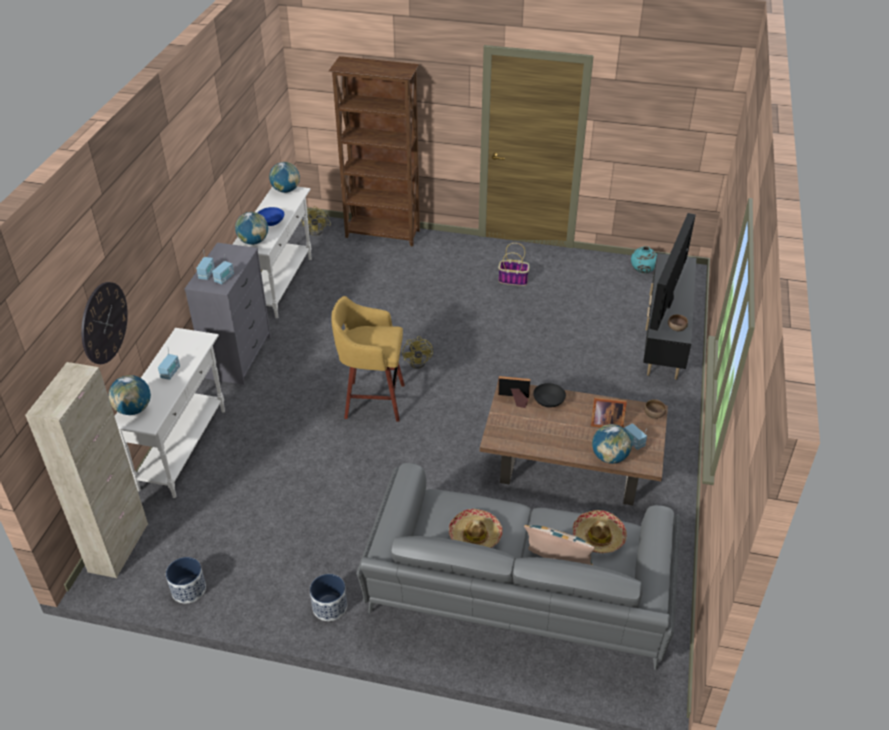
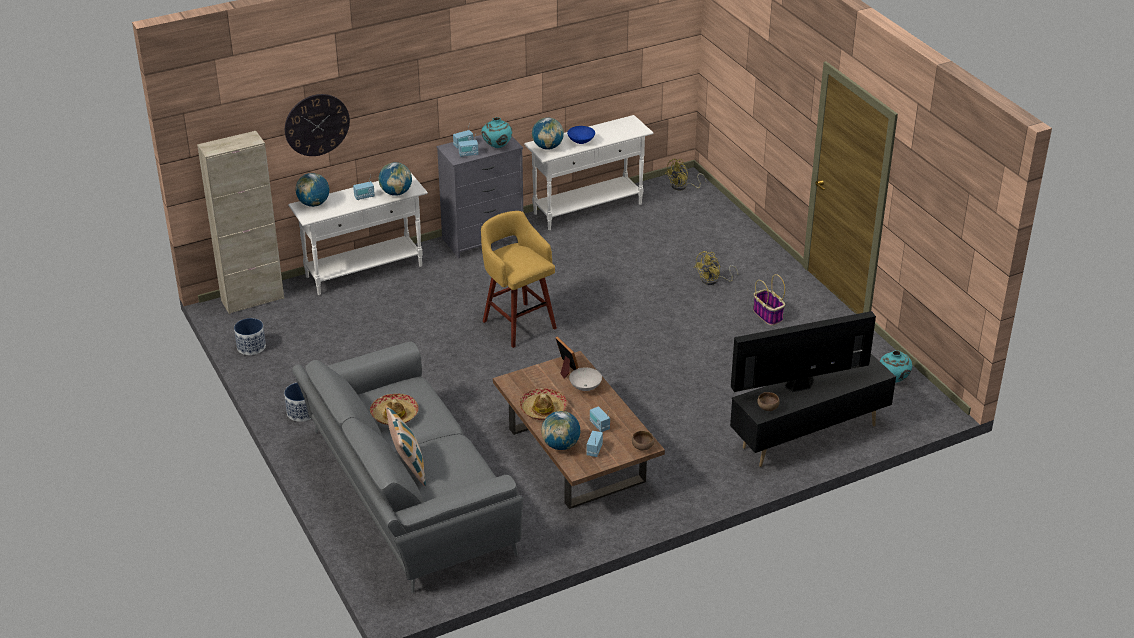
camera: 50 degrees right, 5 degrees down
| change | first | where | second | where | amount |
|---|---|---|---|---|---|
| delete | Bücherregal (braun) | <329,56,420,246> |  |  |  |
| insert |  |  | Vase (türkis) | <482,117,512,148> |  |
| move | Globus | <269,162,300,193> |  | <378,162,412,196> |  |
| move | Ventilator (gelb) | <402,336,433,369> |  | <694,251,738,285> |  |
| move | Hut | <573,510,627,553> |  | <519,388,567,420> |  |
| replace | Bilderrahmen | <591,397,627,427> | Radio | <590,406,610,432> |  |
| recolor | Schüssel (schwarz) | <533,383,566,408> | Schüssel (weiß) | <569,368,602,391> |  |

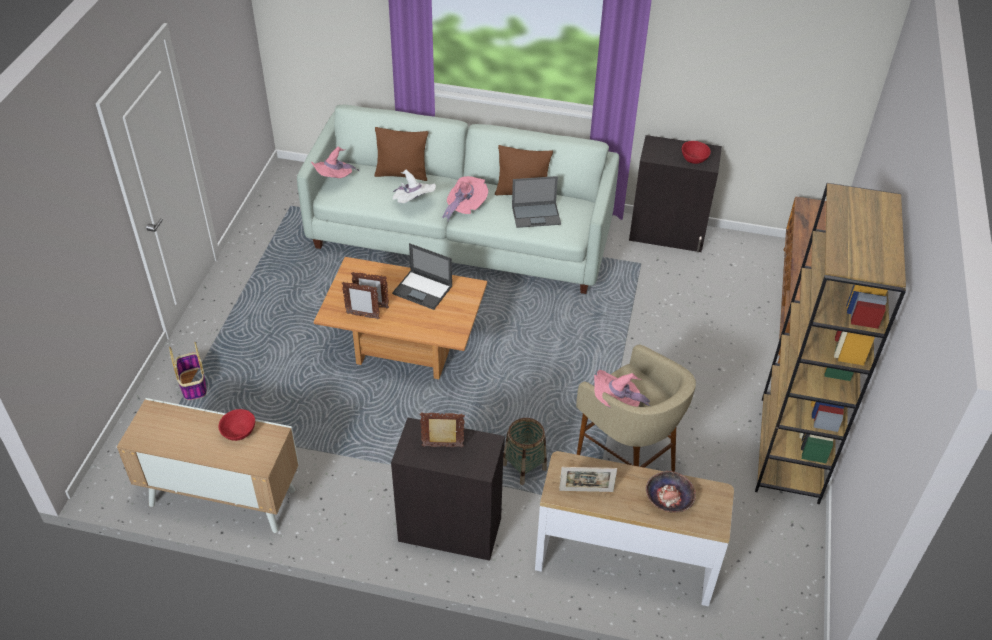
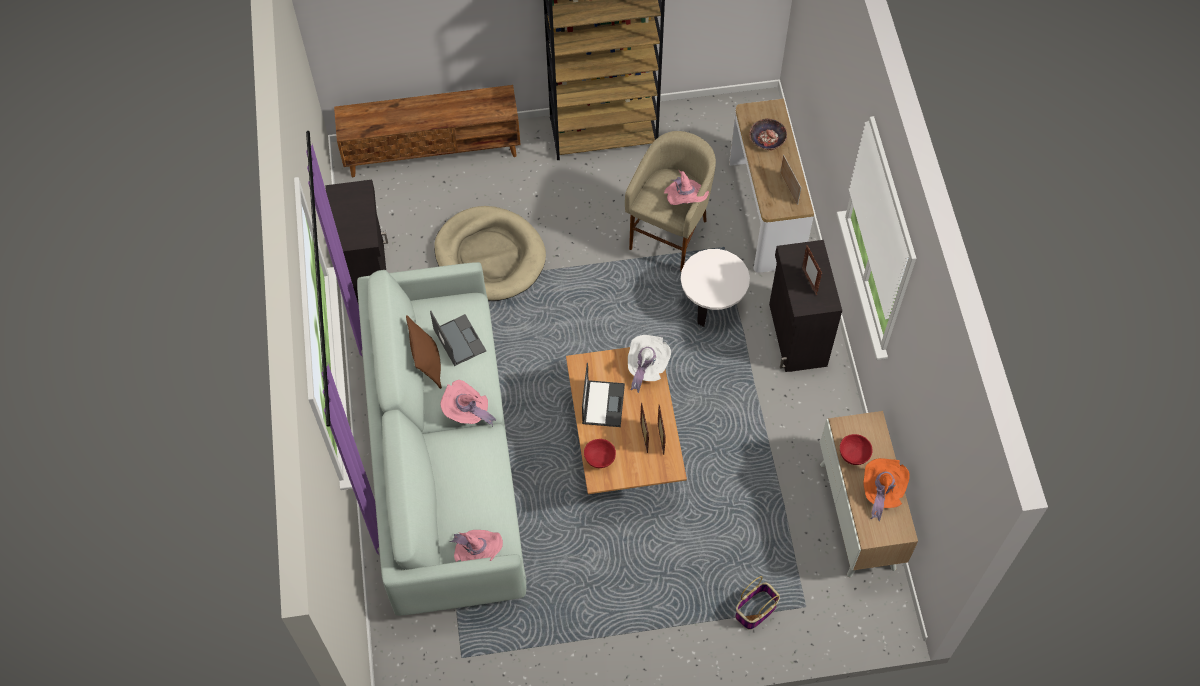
camera: 110 degrees left, 15 degrees up
| change | first | where | second | where | amount |
|---|---|---|---|---|---|
| delete | Kissen (braun) | <374,127,428,181> |  |  |  |
| insert |  |  | Hundebett (beige) | <434,206,546,301> |  |
| insert |  |  | Hut (orange) | <863,458,910,521> |  |
| move | Hut (weiß) | <393,170,436,203> |  | <628,335,671,393> |  |
| move | Schüssel (rot) | <682,141,711,164> |  | <584,439,616,468> |  |
| replace | Korb | <503,418,547,485> | Beistelltisch (weiß) | <681,249,750,327> |  |

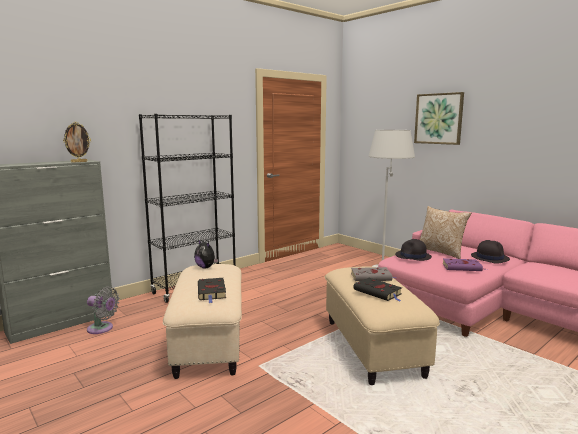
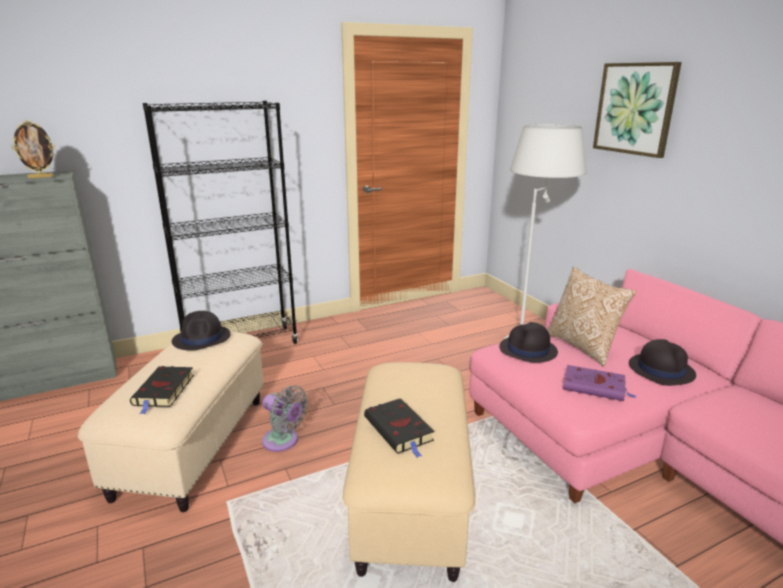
camera: 15 degrees right, 10 degrees up
| change | first | where | second | where | amount |
|---|---|---|---|---|---|
| delete | Buch (grau) | <351,267,396,281> |  |  |  |
| move | Ventilator (grau) | <87,287,119,334> |  | <262,385,308,452> |  |
| replace | Plüschtier | <194,239,218,268> | Hut (schwarz) | <172,311,231,351> |  |

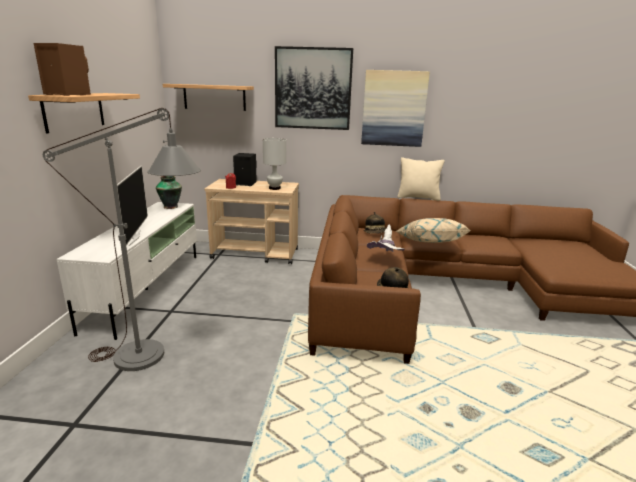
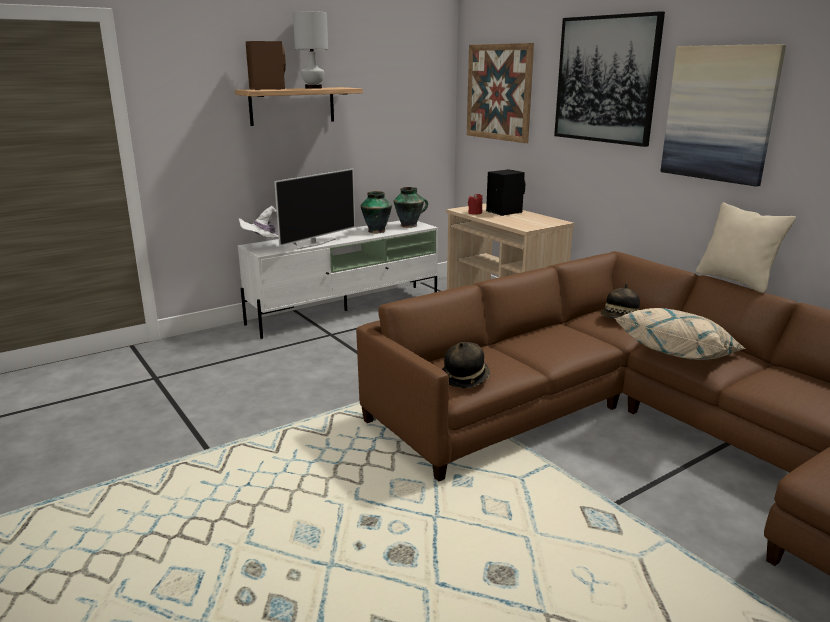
camera: 50 degrees right, 0 degrees up
| change | first | where | second | where | amount |
|---|---|---|---|---|---|
| delete | Stehlampe (grau) | <43,108,201,371> |  |  |  |
| insert |  |  | Vase | <361,191,392,233> |  |
| move | Tischlampe (weiß) | <263,138,286,190> |  | <293,11,328,89> |  |
| move | Hut (weiß) | <367,225,405,252> |  | <238,206,297,246> |  |
| replace | Wandregal | <163,84,254,111> | Bild | <467,43,534,143> |  |

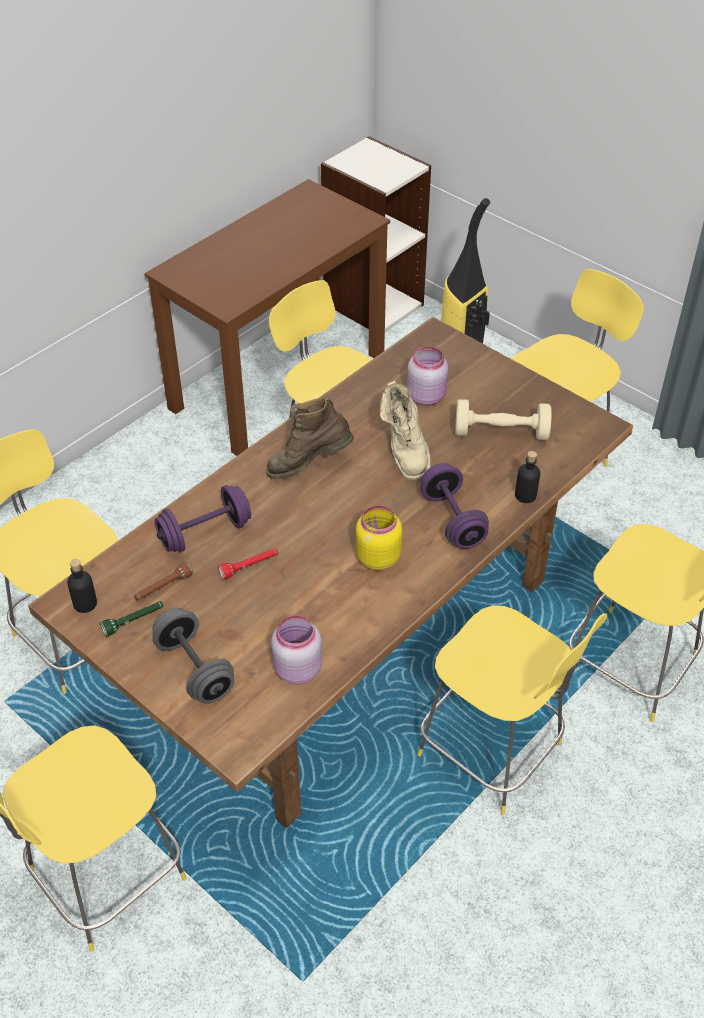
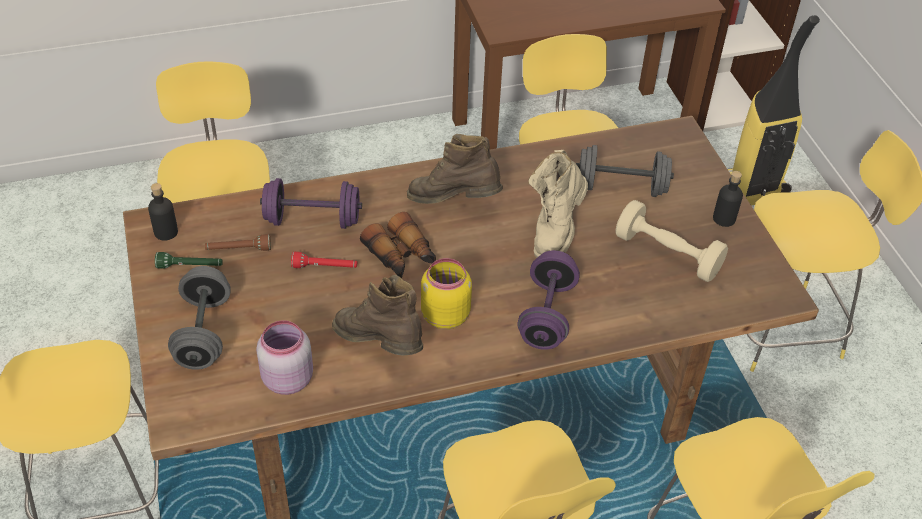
camera: 30 degrees right, 0 degrees up
| change | first | where | second | where | amount |
|---|---|---|---|---|---|
| insert |  |  | Stiefel (braun) | <332,275,423,356> |  |
| insert |  |  | Fernglas | <360,212,436,278> |  |
| move | Flasche (schwarz) | <515,451,540,503> |  | <713,171,743,227> |  |
| replace | Vorratsglas (rosa) | <407,346,448,406> | Hantel (grau) | <576,145,674,197> |  |

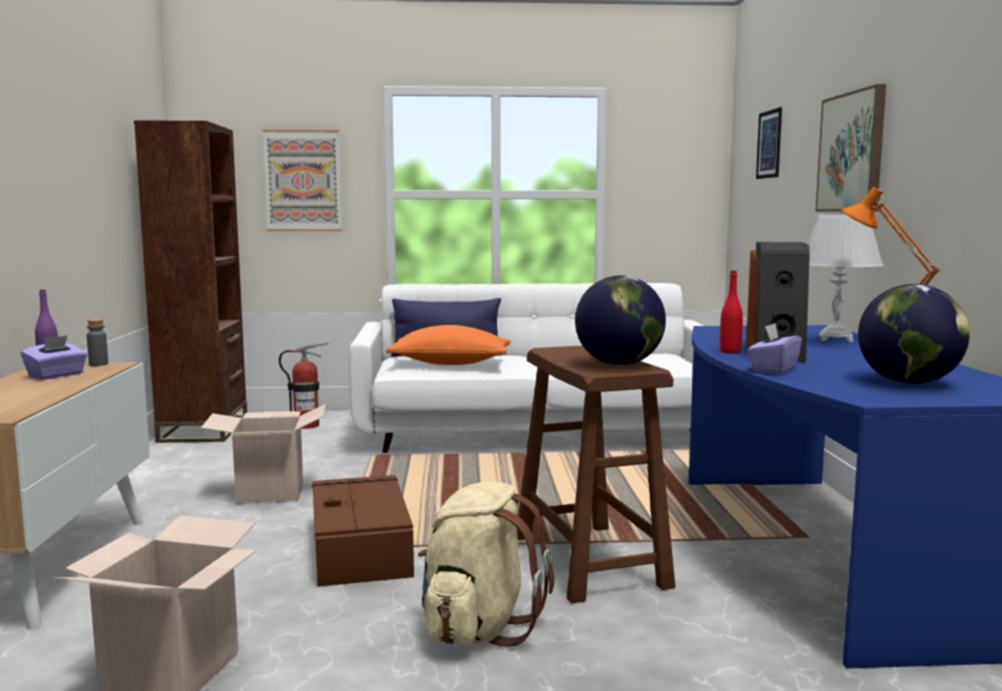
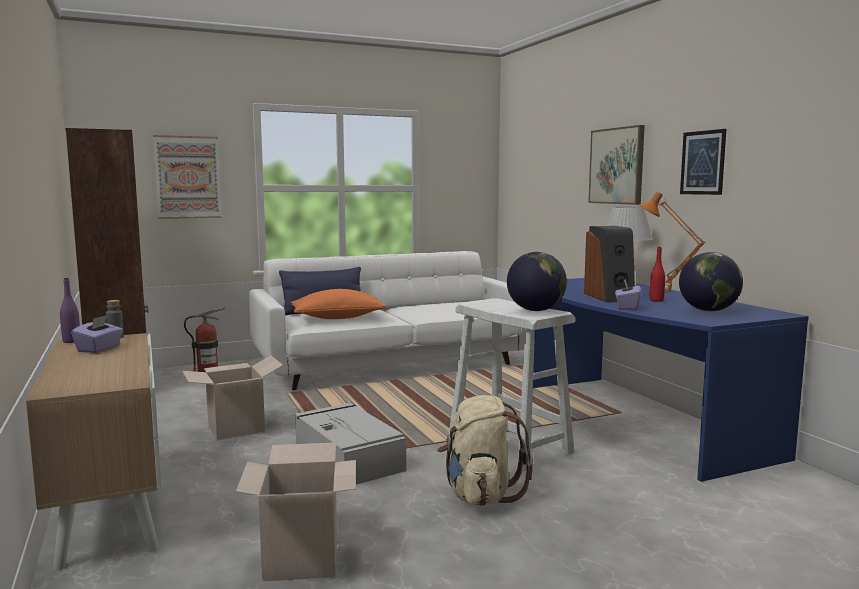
camera: 20 degrees left, 0 degrees up
| change | first | where | second | where | amount |
|---|---|---|---|---|---|
| move | Flasche (rot) | <720,271,743,354> |  | <650,247,665,302> |  |
| move | Bild | <756,107,782,179> |  | <680,129,726,195> |  |
| recolor | Aufbewahrungsbox (braun) | <312,475,414,587> | Aufbewahrungsbox (grau) | <294,403,406,485> |  |
| recolor | Hocker (braun) | <517,346,676,604> | Hocker (weiß) | <449,298,575,472> |  |

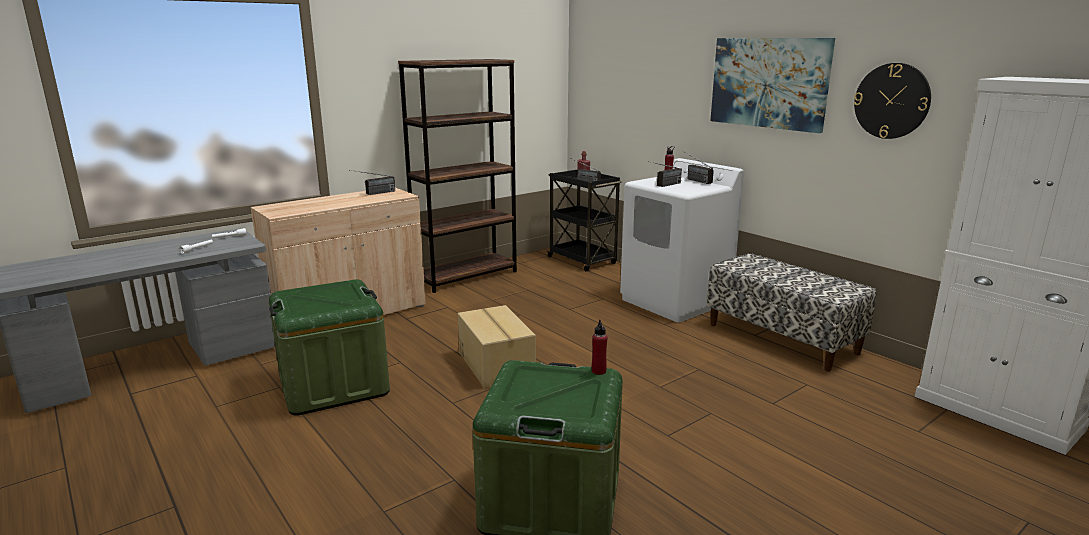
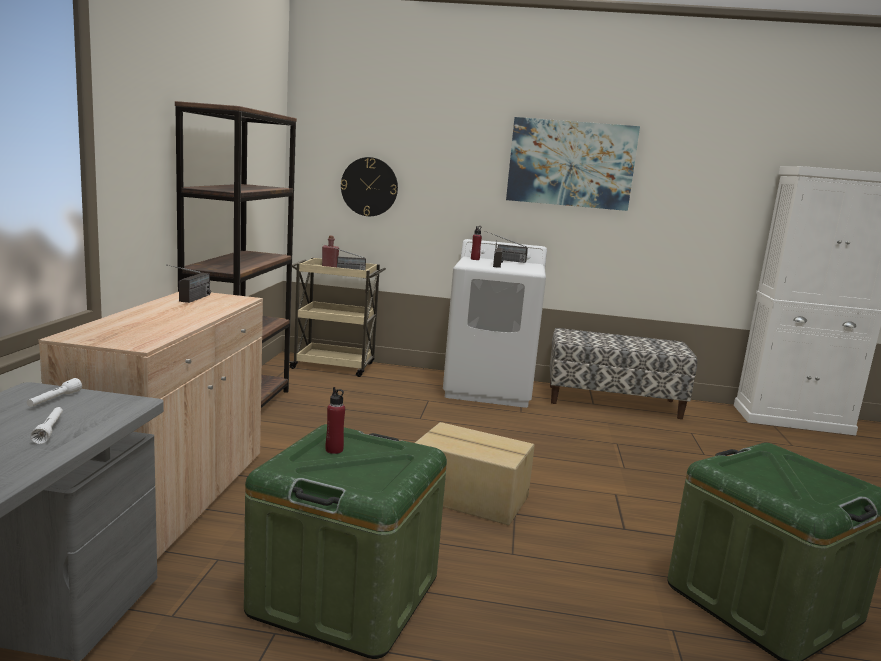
camera: 45 degrees left, 5 degrees down
| change | first | where | second | where | amount |
|---|---|---|---|---|---|
| move | Flasche (rot) | <592,320,607,375> |  | <326,387,345,454> |  |
| move | Wanduhr | <854,63,931,139> |  | <341,157,398,216> |  |
| recolor | Rollwagen (schwarz) | <547,170,622,272> | Rollwagen (beige) | <289,257,386,377> |  |

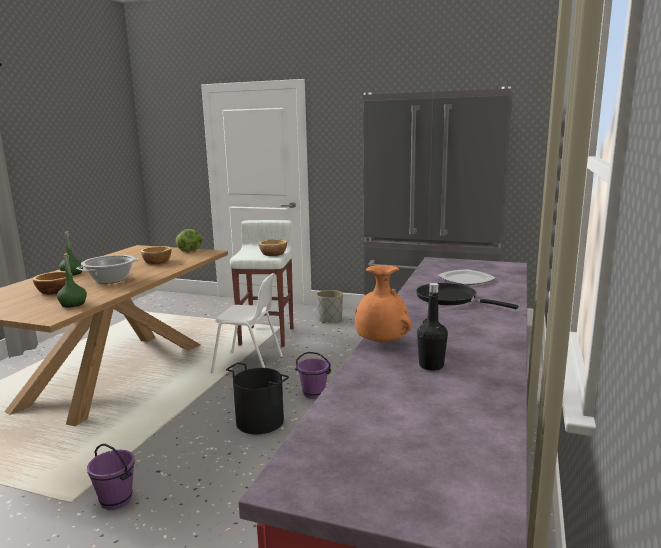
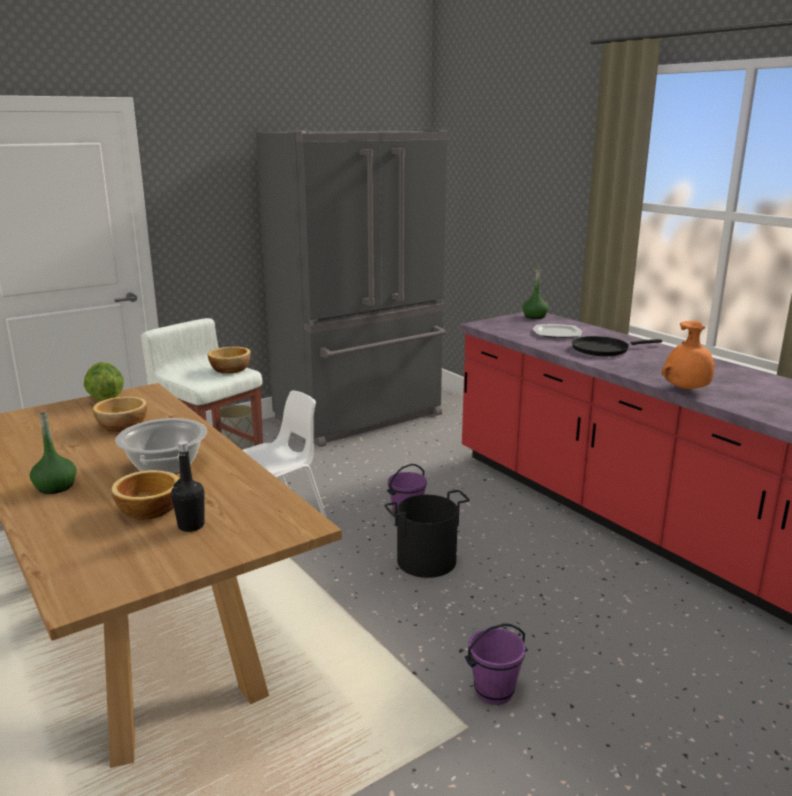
camera: 55 degrees left, 5 degrees up
| change | first | where | second | where | amount |
|---|---|---|---|---|---|
| move | Flasche (grün) | <57,253,87,307> |  | <522,267,549,319> |  |
| move | Flasche (schwarz) | <417,283,448,371> |  | <171,441,205,532> |  |

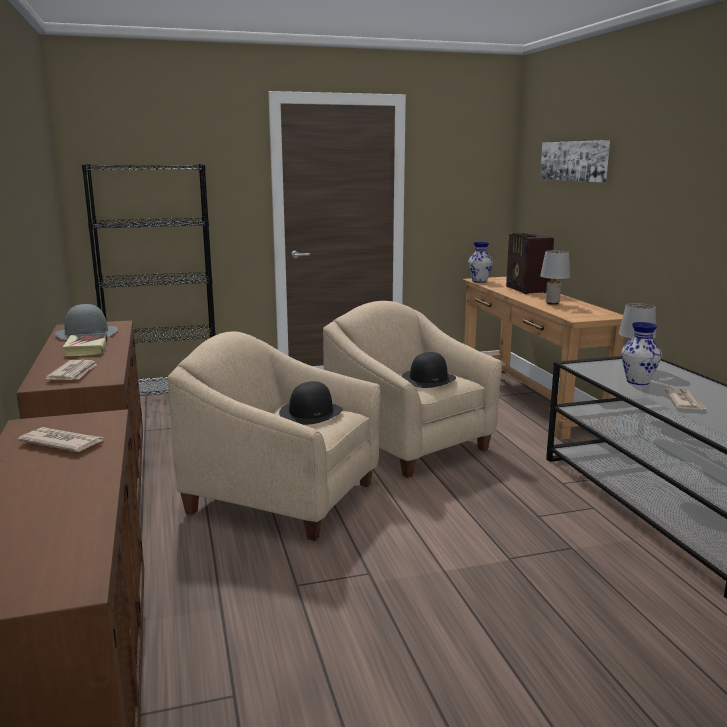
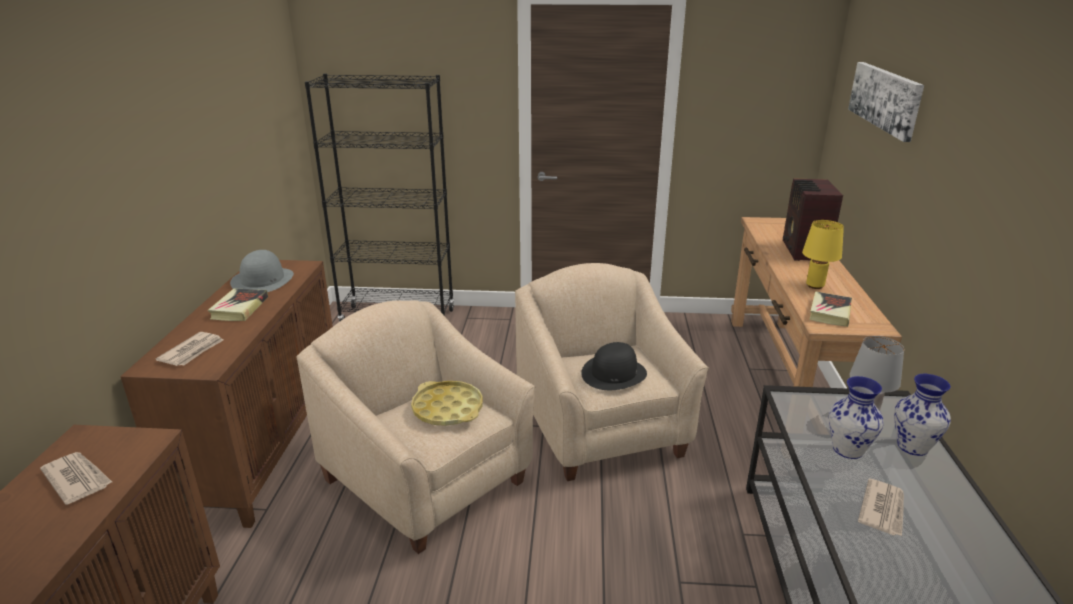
camera: 20 degrees right, 10 degrees up
| change | first | where | second | where | amount |
|---|---|---|---|---|---|
| insert |  |  | Buch | <809,291,852,327> |  |
| move | Vase | <468,242,493,283> |  | <894,374,951,456> |  |
| replace | Hut (schwarz) | <279,381,342,425> | Tablett (gelb) | <411,381,483,426> |  |
| recolor | Tischlampe (grau) | <540,250,570,305> | Tischlampe (gelb) | <802,220,844,289> |  |

